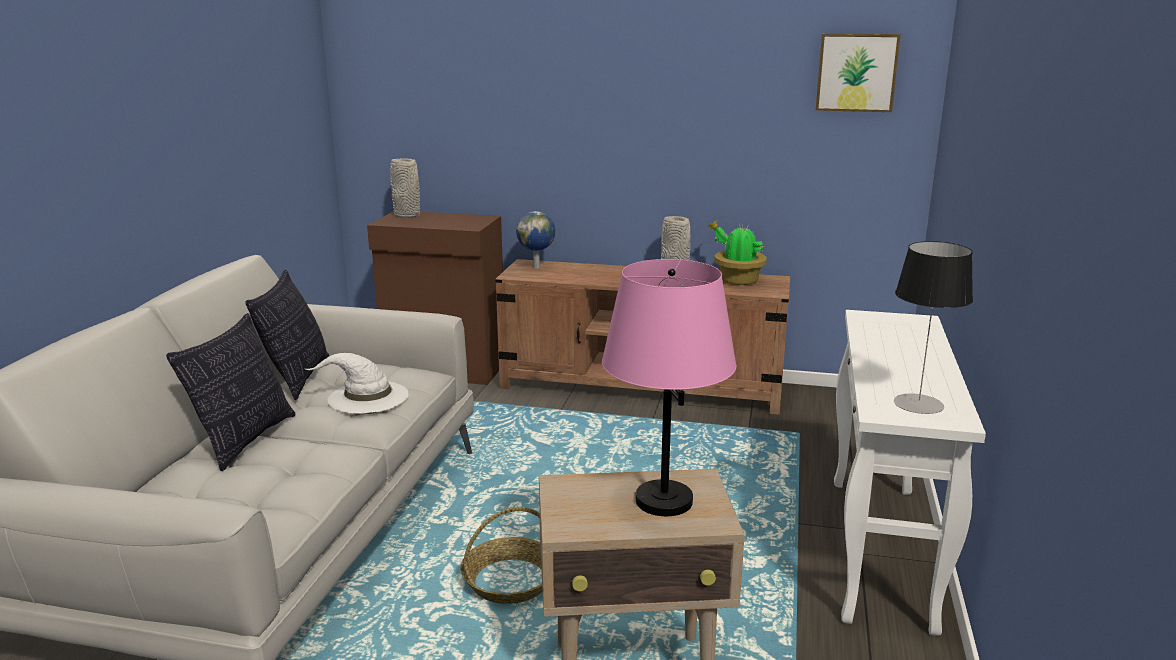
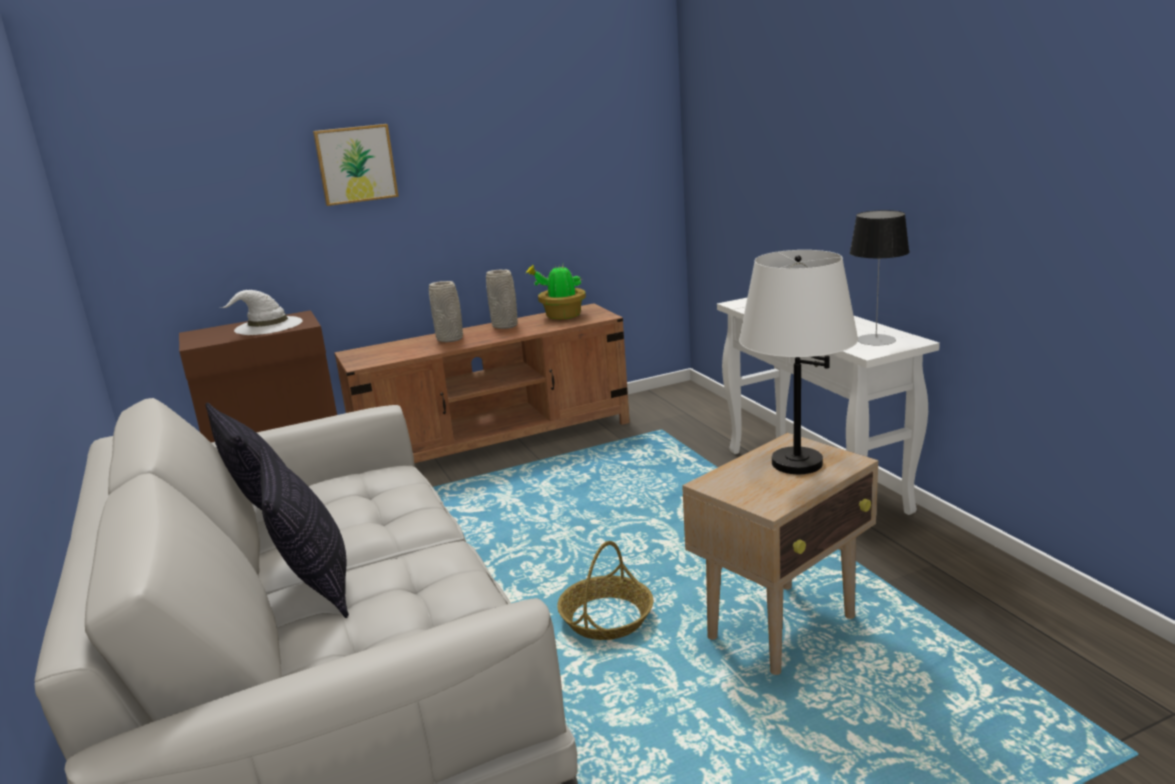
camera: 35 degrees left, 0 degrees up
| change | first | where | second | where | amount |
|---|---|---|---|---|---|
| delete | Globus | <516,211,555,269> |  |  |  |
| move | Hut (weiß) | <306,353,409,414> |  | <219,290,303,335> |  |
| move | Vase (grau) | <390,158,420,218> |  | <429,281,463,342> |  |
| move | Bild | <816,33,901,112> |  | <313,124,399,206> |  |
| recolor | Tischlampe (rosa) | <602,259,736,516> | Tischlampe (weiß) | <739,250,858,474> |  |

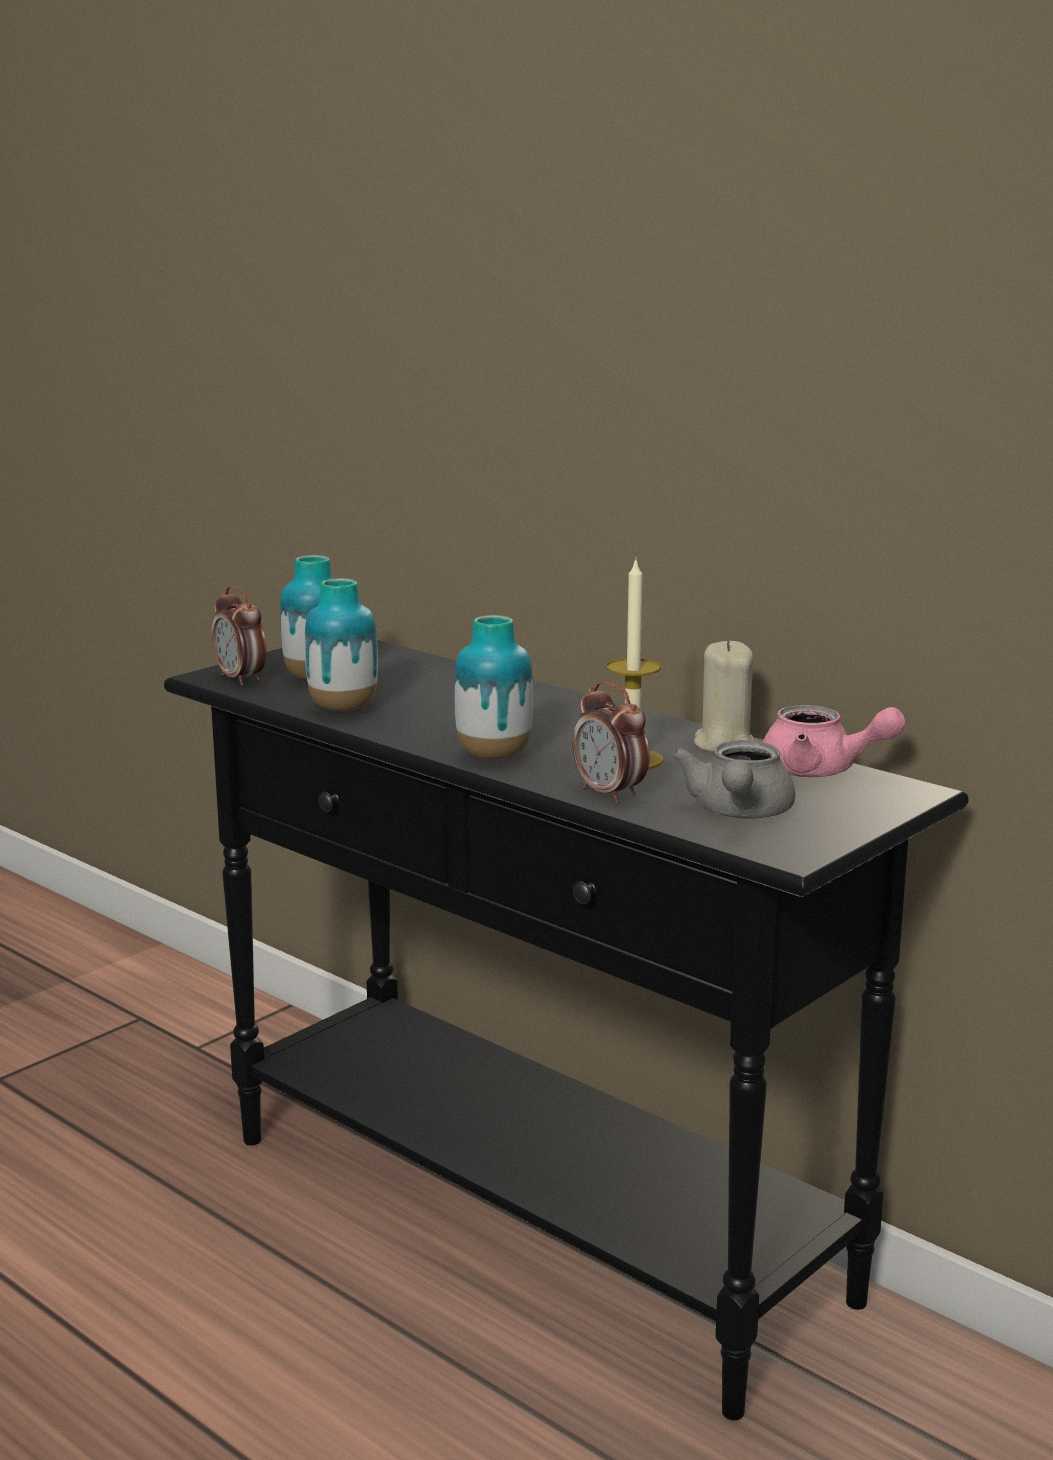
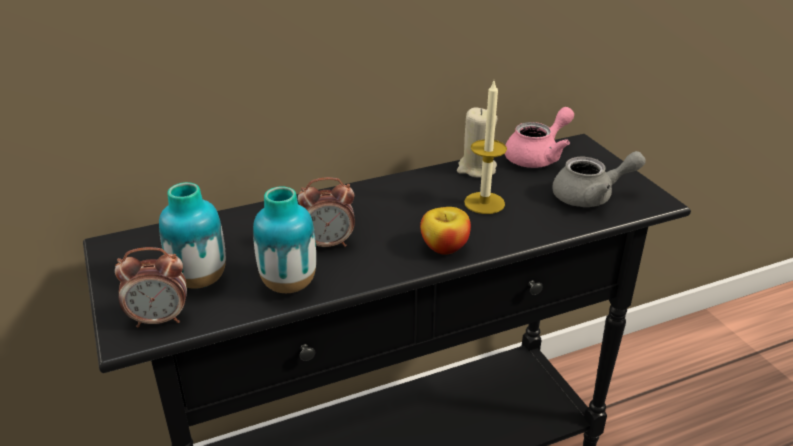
camera: 65 degrees left, 15 degrees up
| change | first | where | second | where | amount |
|---|---|---|---|---|---|
| move | Wecker | <573,680,650,804> |  | <298,177,355,247> |  |
| replace | Vase | <454,615,533,759> | Apfel | <420,207,471,254> |  |
| rotate | Teekanne (grau) | <672,740,795,819> |  | <552,151,646,207> | 45 degrees counterclockwise |

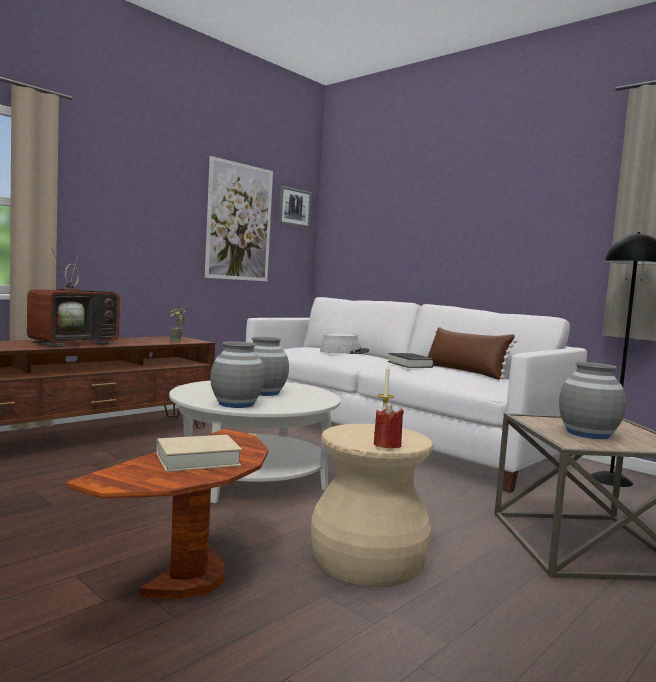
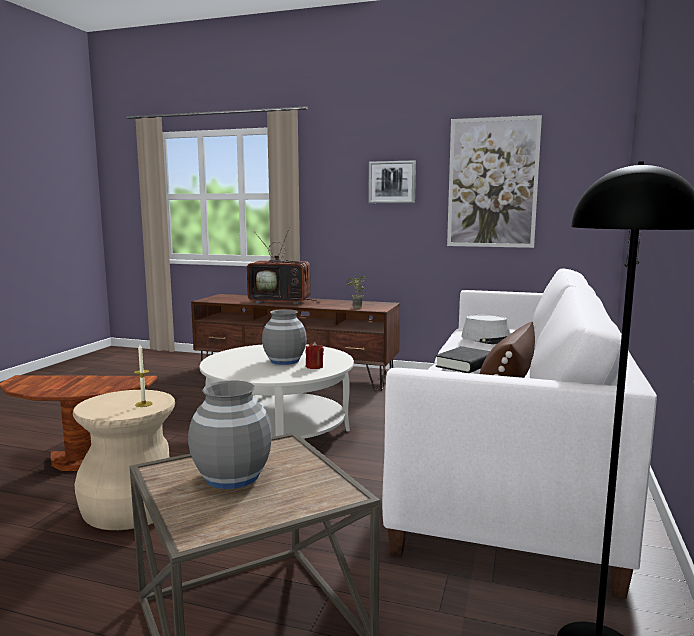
camera: 65 degrees right, 5 degrees up
| change | first | where | second | where | amount |
|---|---|---|---|---|---|
| delete | Buch (beige) | <156,435,242,472> |  |  |  |
| delete | Vase (grau) | <210,342,265,408> |  |  |  |
| move | Bild | <278,186,312,228> |  | <368,160,416,203> |  |
| move | Kerze (rot) | <374,405,404,449> |  | <305,342,324,369> |  |

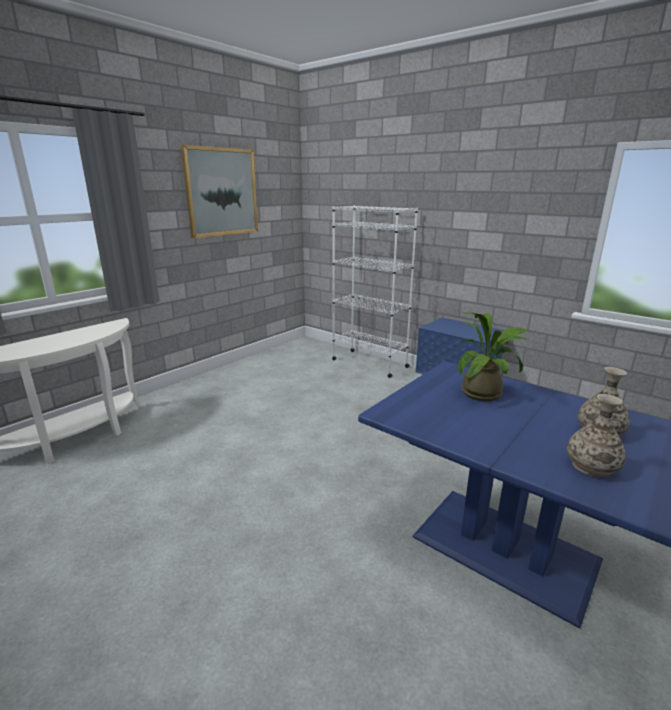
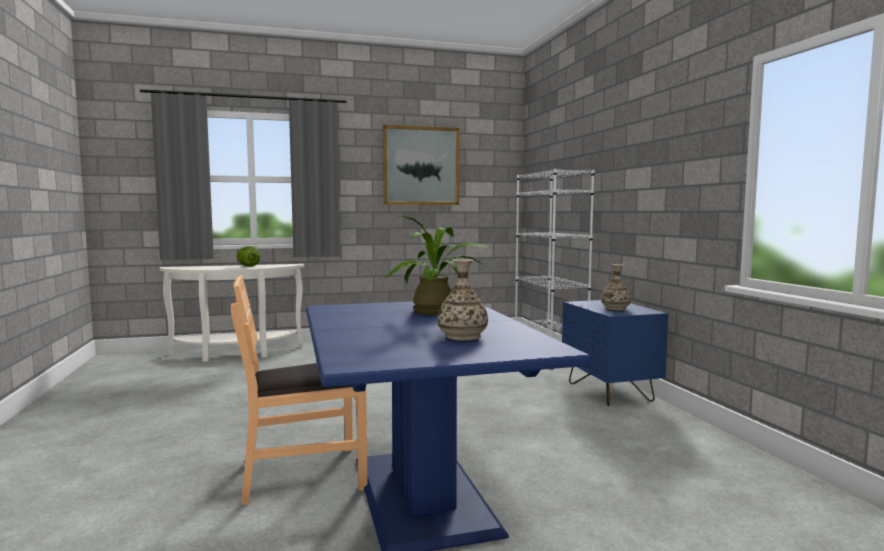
camera: 35 degrees right, 15 degrees down
| change | first | where | second | where | amount |
|---|---|---|---|---|---|
| insert |  |  | Stuhl (braun) | <231,275,368,505> |  |
| insert |  |  | Salatkopf | <237,246,260,266> |  |
| move | Vase | <567,394,626,477> |  | <601,264,631,310> |  |

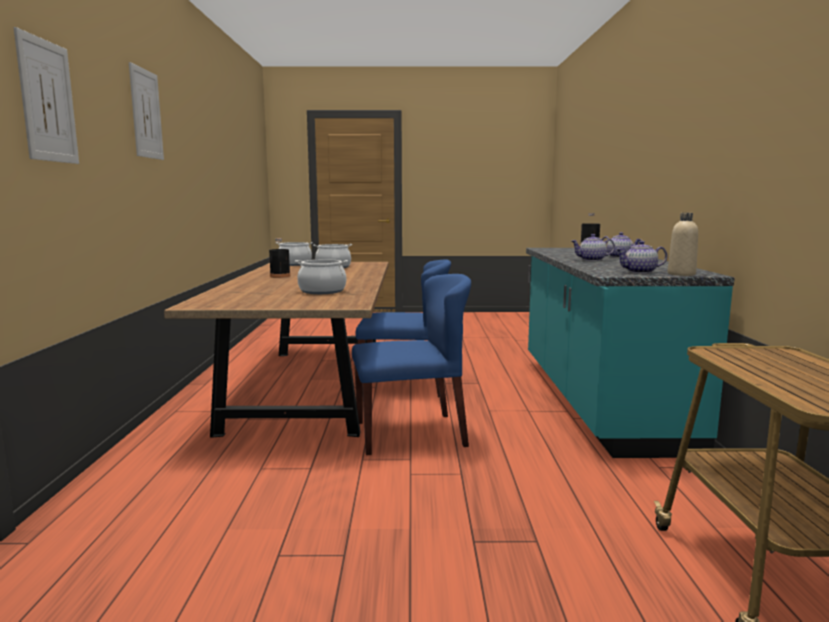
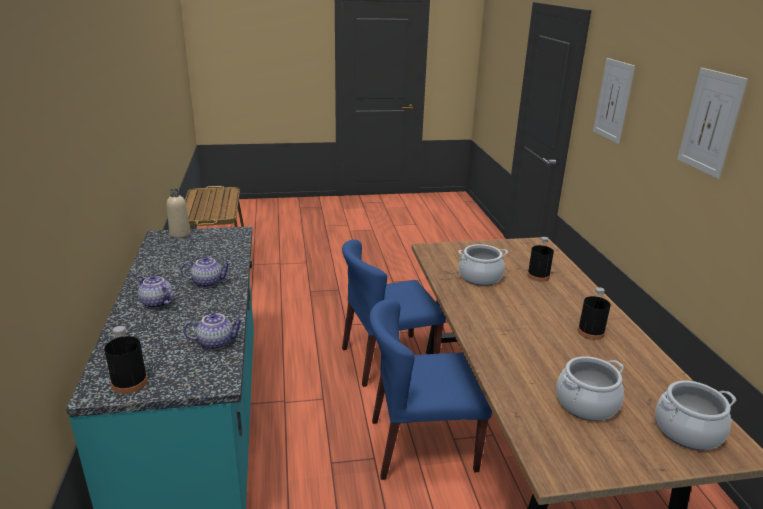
camera: 170 degrees right, 15 degrees up
| change | first | where | second | where | amount |
|---|---|---|---|---|---|
| insert |  |  | Flasche (schwarz) | <527,237,554,282> |  |
| move | Teekanne | <615,241,667,273> |  | <184,313,244,350> |  |

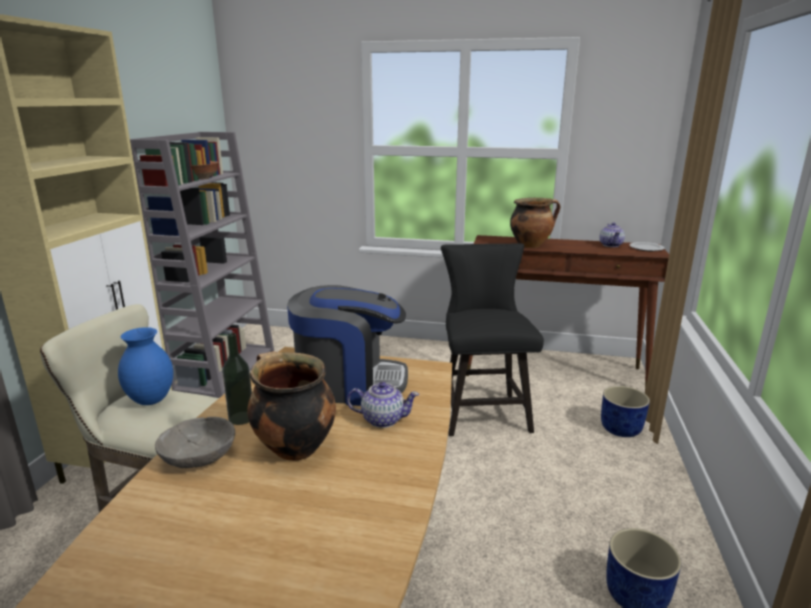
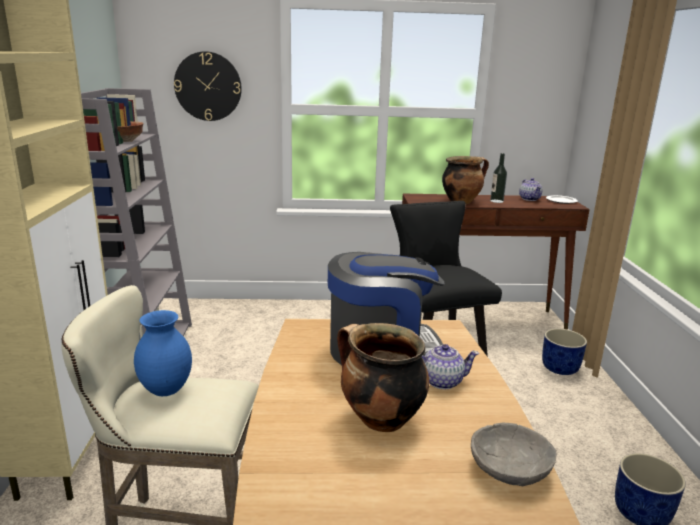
camera: 15 degrees left, 0 degrees up
| change | first | where | second | where | amount |
|---|---|---|---|---|---|
| insert |  |  | Wanduhr | <174,51,242,121> |  |
| move | Schüssel (grau) | <155,417,235,468> |  | <471,423,556,486> |  |
| move | Flasche | <222,333,252,425> |  | <490,153,507,203> |  |

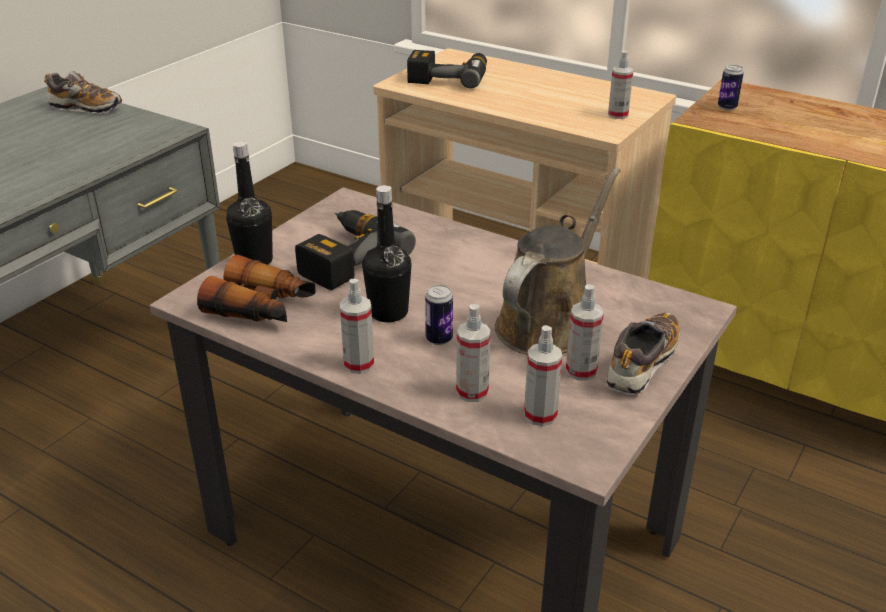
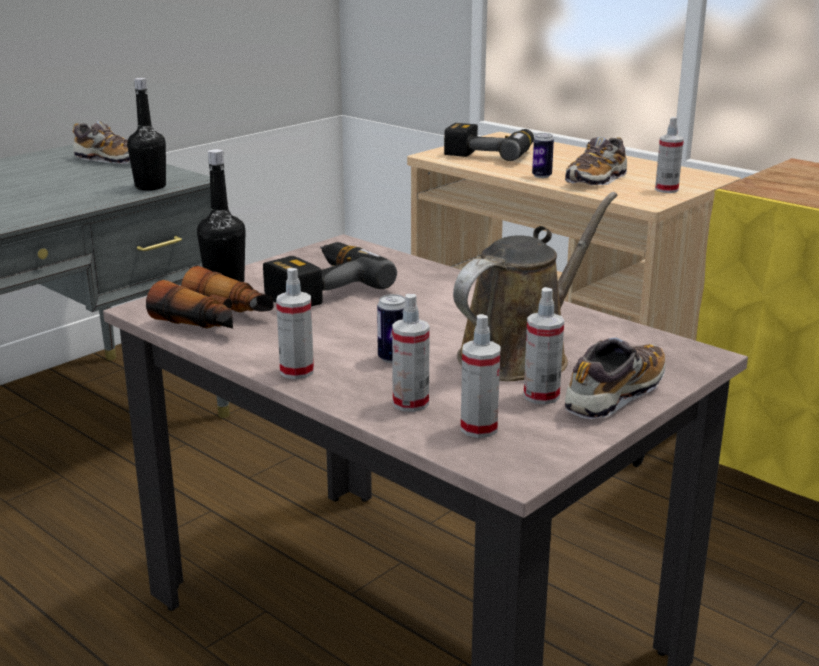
camera: 10 degrees right, 10 degrees down
| change | first | where | second | where | amount |
|---|---|---|---|---|---|
| insert |  |  | Schuh | <565,137,627,185> |  |
| move | Flasche (schwarz) | <362,185,411,322> |  | <127,78,166,191> |  |
| move | Dose | <718,65,744,110> |  | <532,133,554,178> |  |

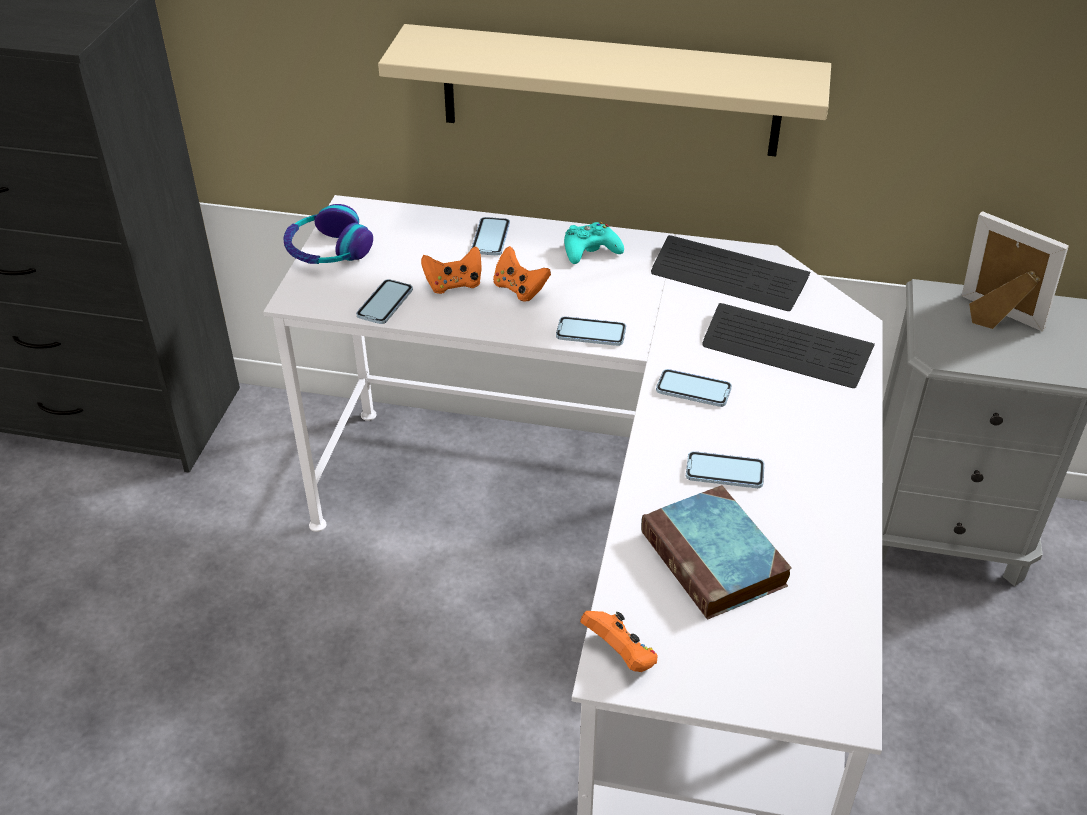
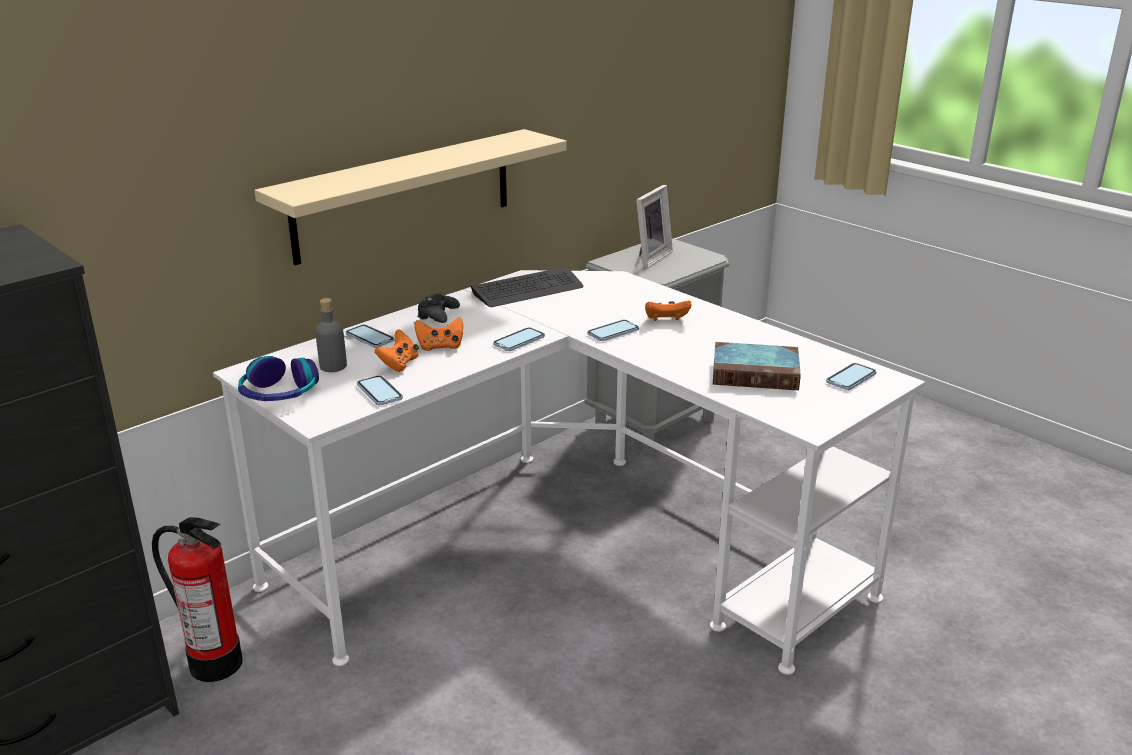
camera: 55 degrees left, 15 degrees down
| change | first | where | second | where | amount |
|---|---|---|---|---|---|
| delete | Tastatur | <702,303,875,388> |  |  |  |
| insert |  |  | Feuerlöscher | <152,518,242,682> |  |
| insert |  |  | Flasche (grau) | <315,298,347,372> |  |
| move | Gamepad (orange) | <580,611,658,672> |  | <645,300,691,321> |  |
| move | Handy | <686,451,765,488> |  | <826,363,877,390> |  |
| recolor | Gamepad (türkis) | <564,222,624,264> | Gamepad (schwarz) | <418,294,460,323> |  |
| rotate | Bilderrahmen | <962,211,1069,331> |  | <636,185,673,268> | 135 degrees clockwise |

